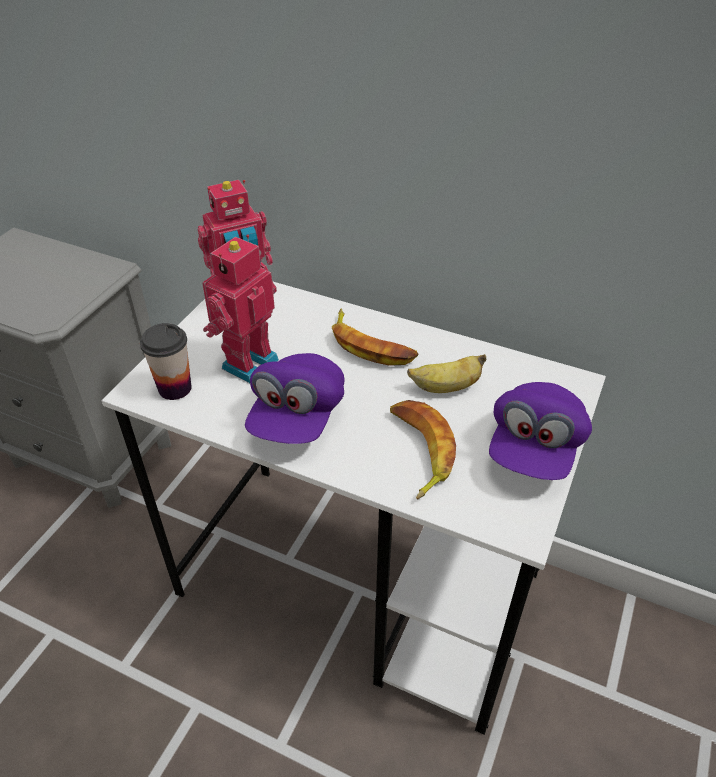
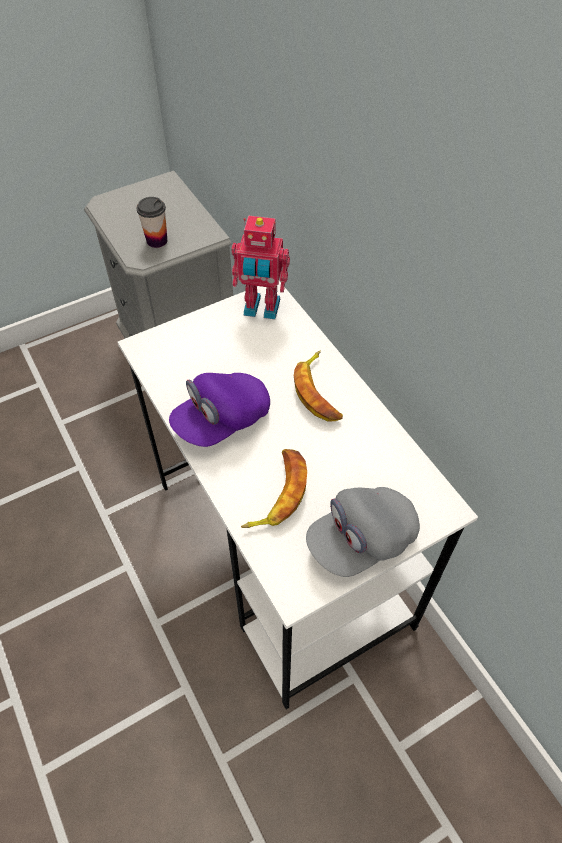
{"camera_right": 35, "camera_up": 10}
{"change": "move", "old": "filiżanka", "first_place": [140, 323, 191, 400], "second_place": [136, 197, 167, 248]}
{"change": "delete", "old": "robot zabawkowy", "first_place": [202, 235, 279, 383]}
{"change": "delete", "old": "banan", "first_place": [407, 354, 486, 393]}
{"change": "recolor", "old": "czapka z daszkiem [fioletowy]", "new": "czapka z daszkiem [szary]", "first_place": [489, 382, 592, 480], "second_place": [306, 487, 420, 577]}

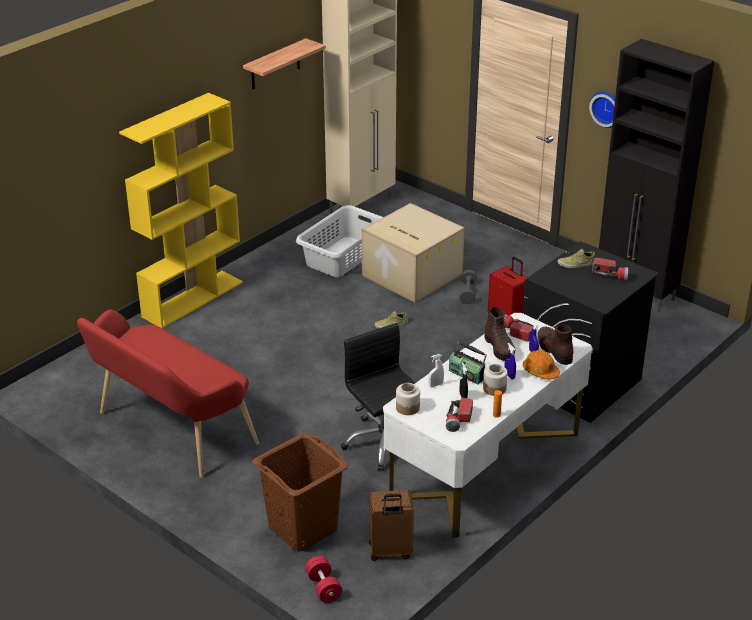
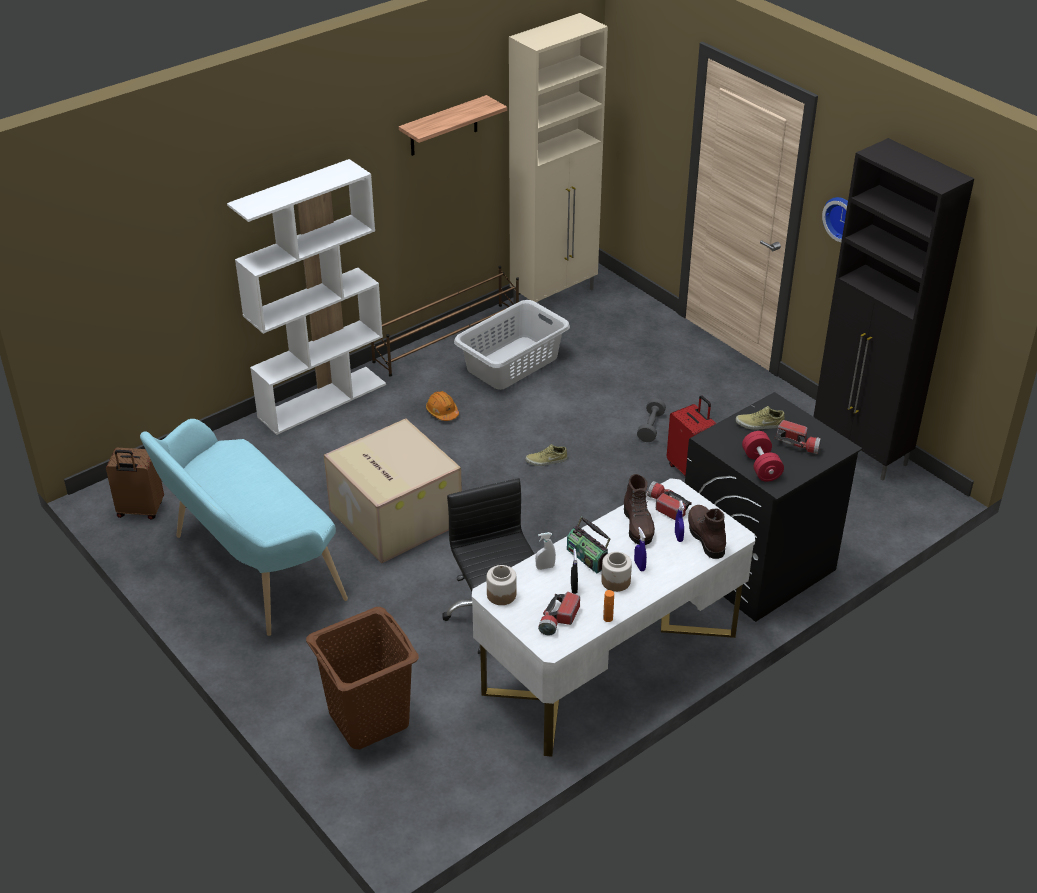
{"camera_right": 10, "camera_up": 5}
{"change": "recolor", "old": "ławka [czerwony]", "new": "ławka [turkusowy]", "first_place": [77, 309, 259, 478], "second_place": [140, 419, 348, 636]}
{"change": "recolor", "old": "regał [żółty]", "new": "regał [biały]", "first_place": [119, 93, 243, 329], "second_place": [227, 159, 386, 435]}
{"change": "move", "old": "hantel [czerwony]", "first_place": [305, 556, 342, 603], "second_place": [742, 431, 784, 482]}
{"change": "move", "old": "karton", "first_place": [362, 203, 465, 303], "second_place": [324, 418, 462, 564]}
{"change": "move", "old": "walizka [brązowy]", "first_place": [369, 490, 414, 561], "second_place": [106, 448, 164, 520]}
{"change": "move", "old": "kask [pomarańczowy]", "first_place": [523, 350, 560, 380], "second_place": [426, 391, 459, 421]}
{"change": "insert", "new": "regał na buty [brązowy]", "second_place": [371, 266, 519, 377]}

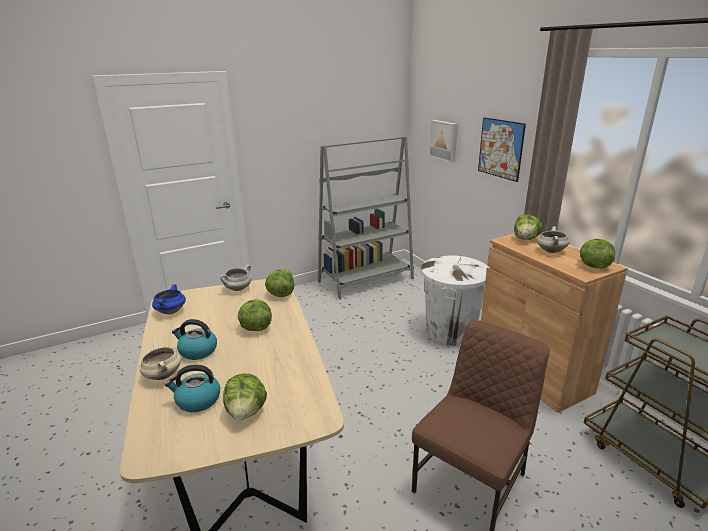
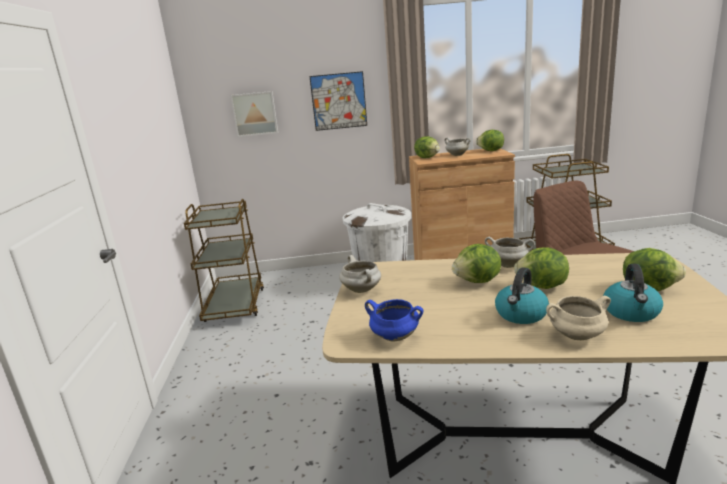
{"camera_right": -65, "camera_up": -5}
{"change": "move", "old": "sałata", "first_place": [265, 269, 294, 297], "second_place": [514, 247, 569, 289]}
{"change": "replace", "old": "regał [szary]", "new": "wózek [brązowy]", "first_place": [318, 136, 414, 299], "second_place": [184, 199, 264, 322]}
{"change": "insert", "new": "garnek [biały]", "second_place": [485, 237, 535, 268]}

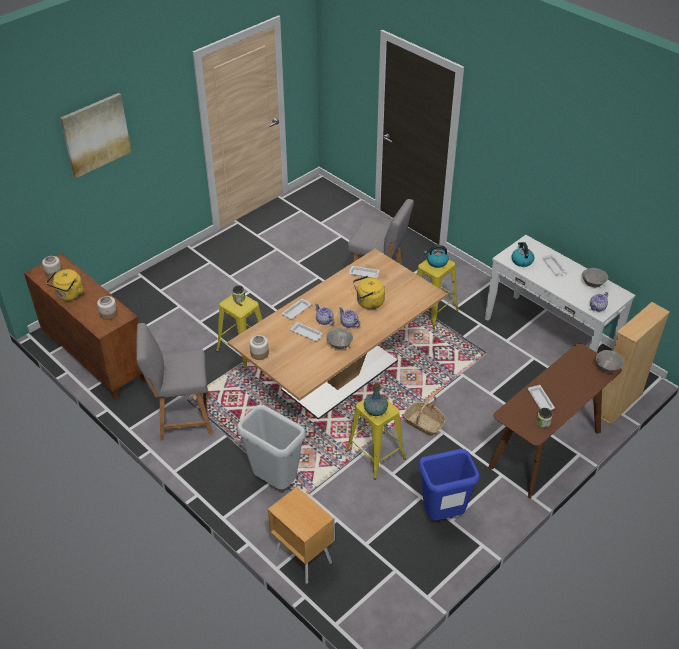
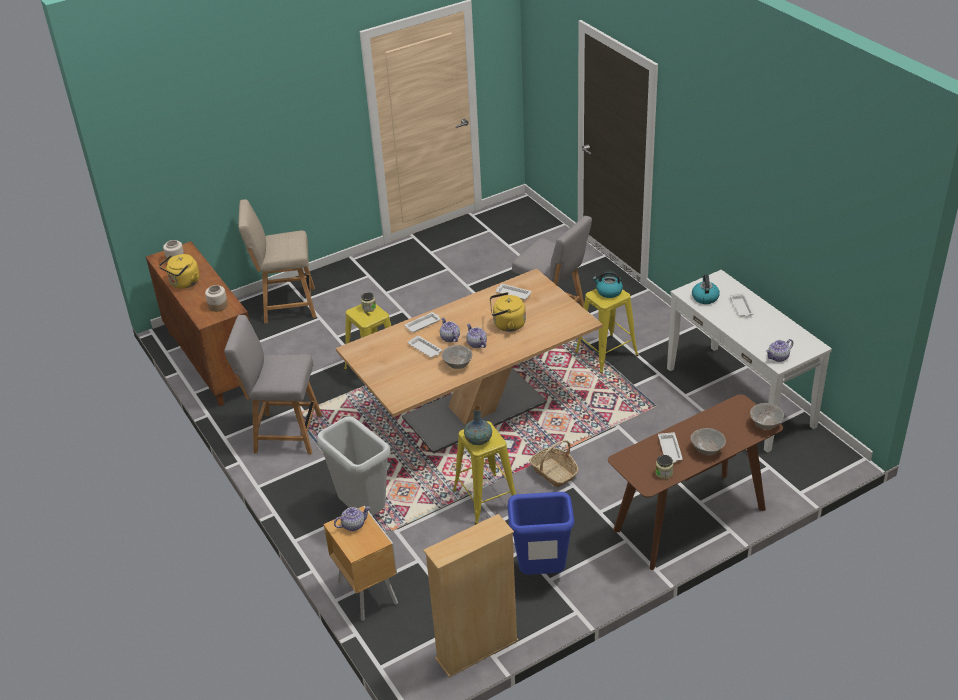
{"camera_right": 15, "camera_up": -5}
{"change": "delete", "old": "obraz", "first_place": [60, 93, 131, 178]}
{"change": "delete", "old": "słoik", "first_place": [249, 335, 269, 360]}
{"change": "move", "old": "miska [szary]", "first_place": [582, 268, 608, 288], "second_place": [691, 428, 726, 455]}
{"change": "move", "old": "regał [beżowy]", "first_place": [601, 302, 670, 425], "second_place": [423, 514, 518, 678]}
{"change": "insert", "new": "krzesło [beżowy]", "second_place": [238, 199, 316, 324]}
{"change": "insert", "new": "imbryk", "second_place": [334, 506, 370, 531]}

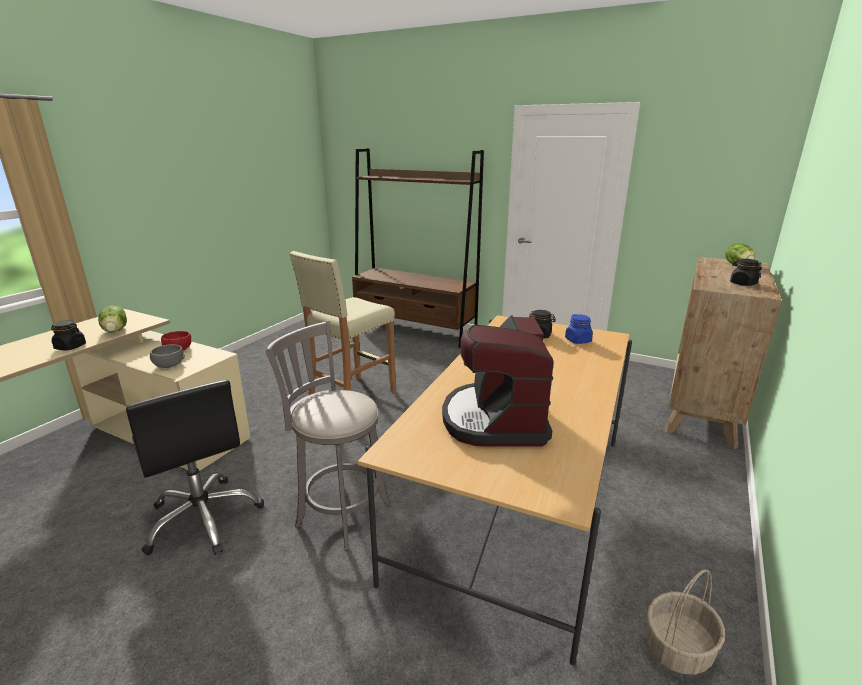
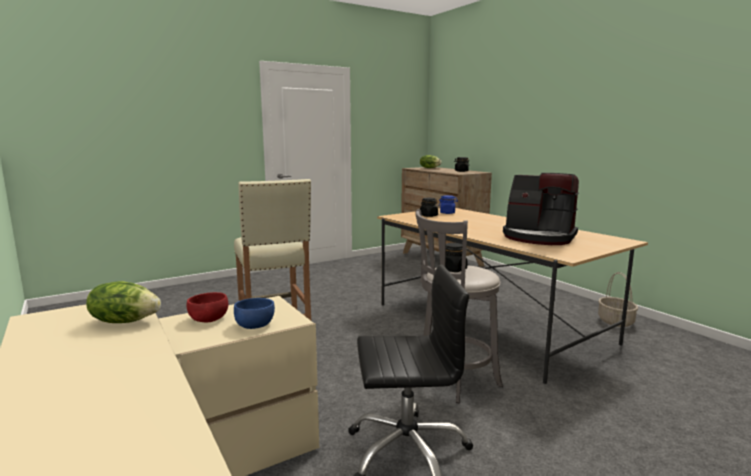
{"camera_right": -60, "camera_up": -10}
{"change": "move", "old": "słoik [czarny]", "first_place": [51, 320, 86, 350], "second_place": [445, 243, 468, 272]}
{"change": "recolor", "old": "miska [szary]", "new": "miska [niebieski]", "first_place": [150, 345, 185, 368], "second_place": [234, 298, 275, 329]}
{"change": "delete", "old": "regał [brązowy]", "first_place": [352, 148, 484, 348]}

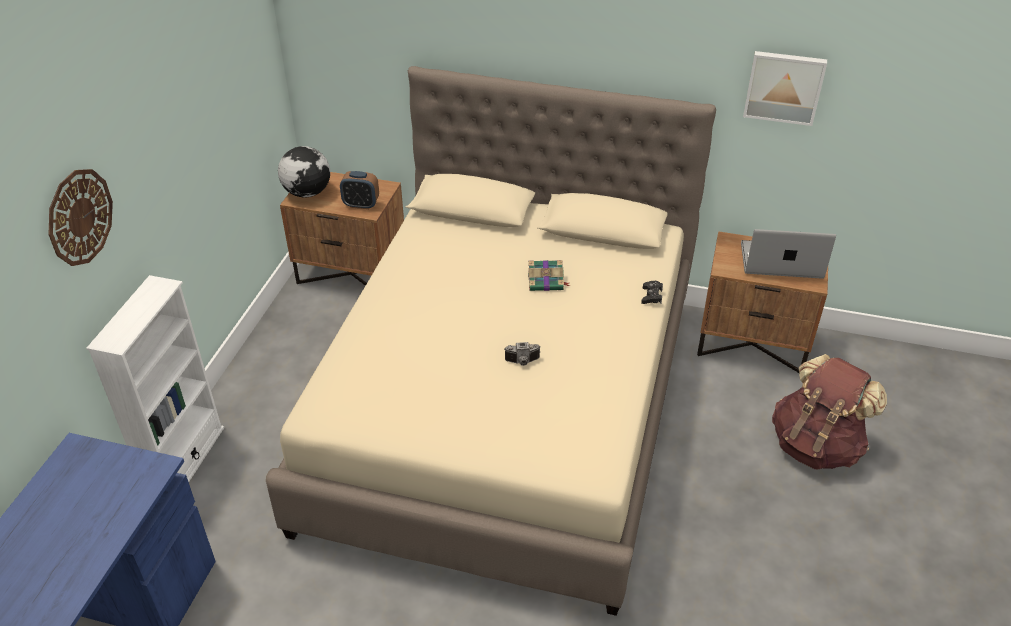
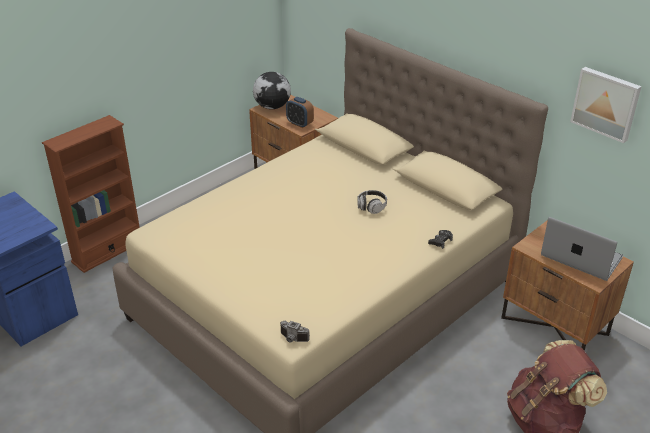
{"camera_right": 30, "camera_up": -5}
{"change": "delete", "old": "zegar ścienny", "first_place": [49, 169, 113, 266]}
{"change": "recolor", "old": "regał [biały]", "new": "regał [brązowy]", "first_place": [86, 275, 224, 482], "second_place": [42, 115, 140, 273]}
{"change": "move", "old": "aparat fotograficzny", "first_place": [504, 342, 540, 366], "second_place": [280, 321, 310, 343]}
{"change": "replace", "old": "książka", "new": "słuchawki", "first_place": [528, 260, 570, 291], "second_place": [357, 190, 387, 214]}

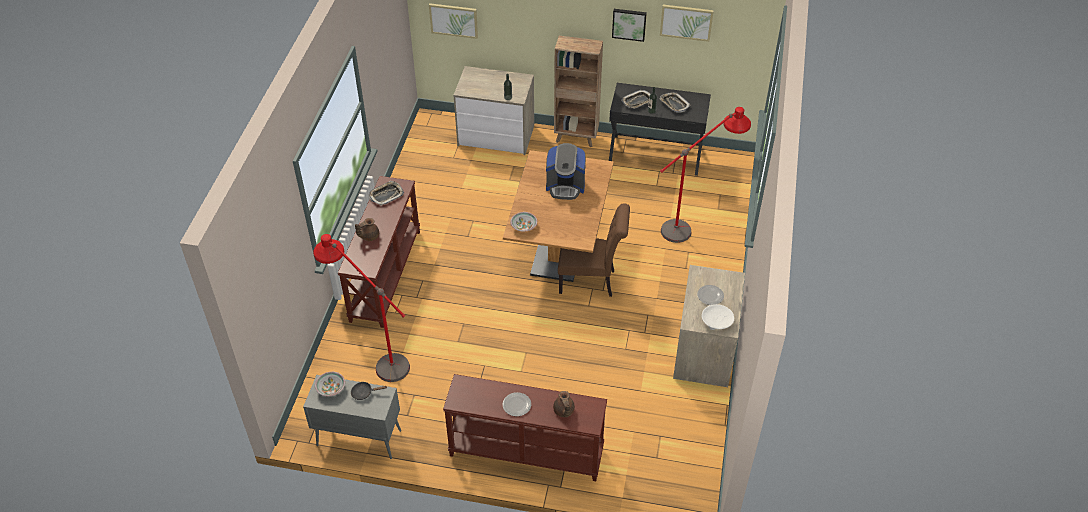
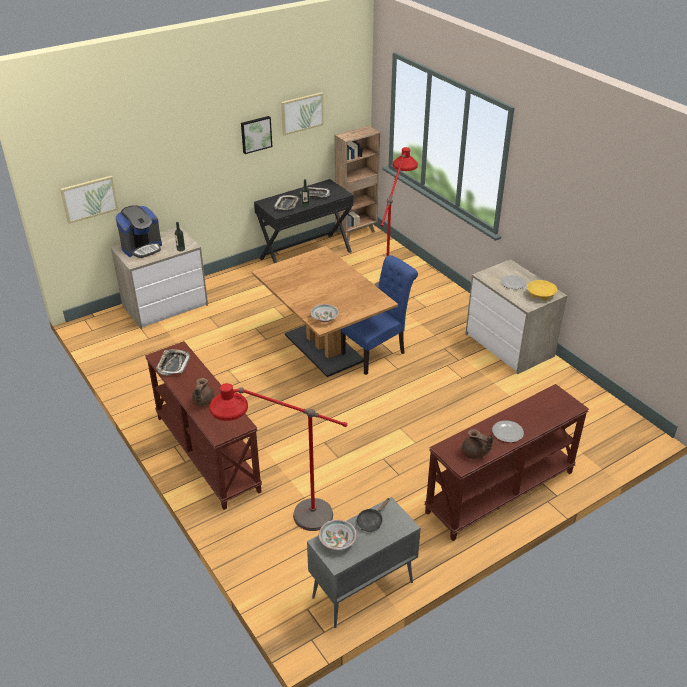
{"camera_right": -45, "camera_up": -10}
{"change": "move", "old": "ekspres do kawy", "first_place": [546, 143, 586, 200], "second_place": [116, 205, 162, 258]}
{"change": "move", "old": "imbryk [brązowy]", "first_place": [553, 391, 575, 417], "second_place": [461, 429, 493, 459]}
{"change": "move", "old": "regał [brązowy]", "first_place": [554, 36, 603, 147], "second_place": [335, 125, 380, 242]}
{"change": "recolor", "old": "krzesło [brązowy]", "new": "krzesło [niebieski]", "first_place": [558, 204, 630, 297], "second_place": [340, 255, 418, 375]}
{"change": "recolor", "old": "miska [biały]", "new": "miska [żółty]", "first_place": [702, 304, 734, 330], "second_place": [527, 280, 557, 301]}

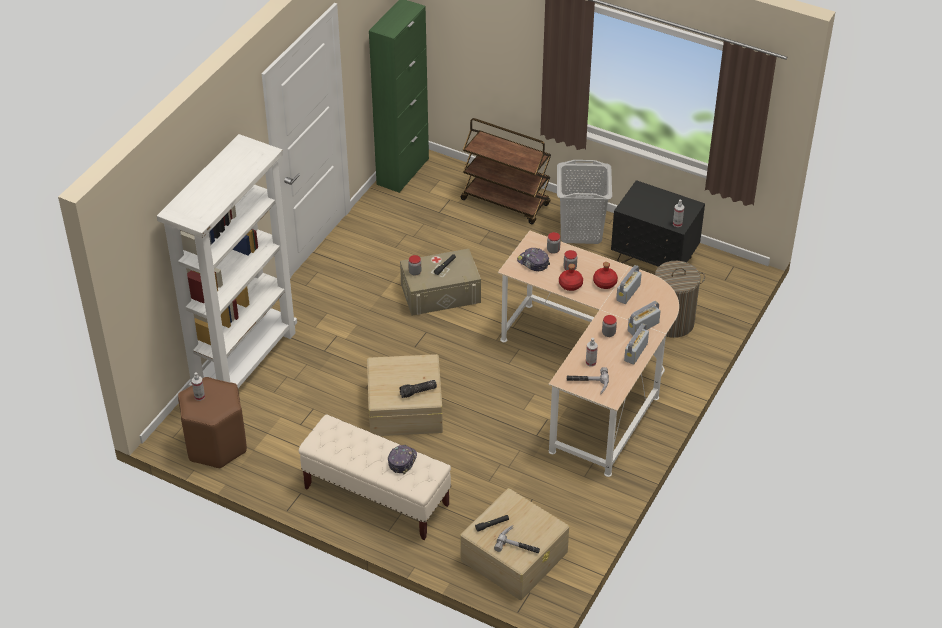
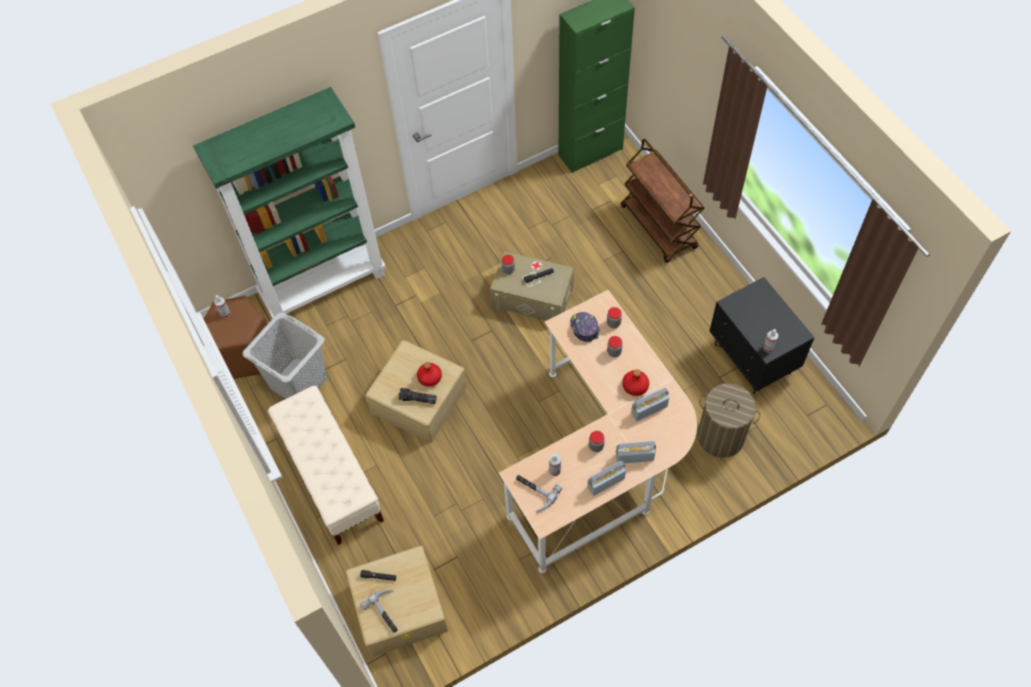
{"camera_right": 35, "camera_up": 15}
{"change": "recolor", "old": "regał [biały]", "new": "regał [zielony]", "first_place": [157, 134, 297, 388], "second_place": [193, 87, 386, 319]}
{"change": "delete", "old": "czapka z daszkiem", "first_place": [388, 445, 417, 474]}
{"change": "move", "old": "kosz na pranie [szary]", "first_place": [557, 160, 612, 244], "second_place": [243, 312, 327, 399]}
{"change": "move", "old": "butelka [czerwony]", "first_place": [559, 264, 583, 291], "second_place": [417, 362, 442, 386]}

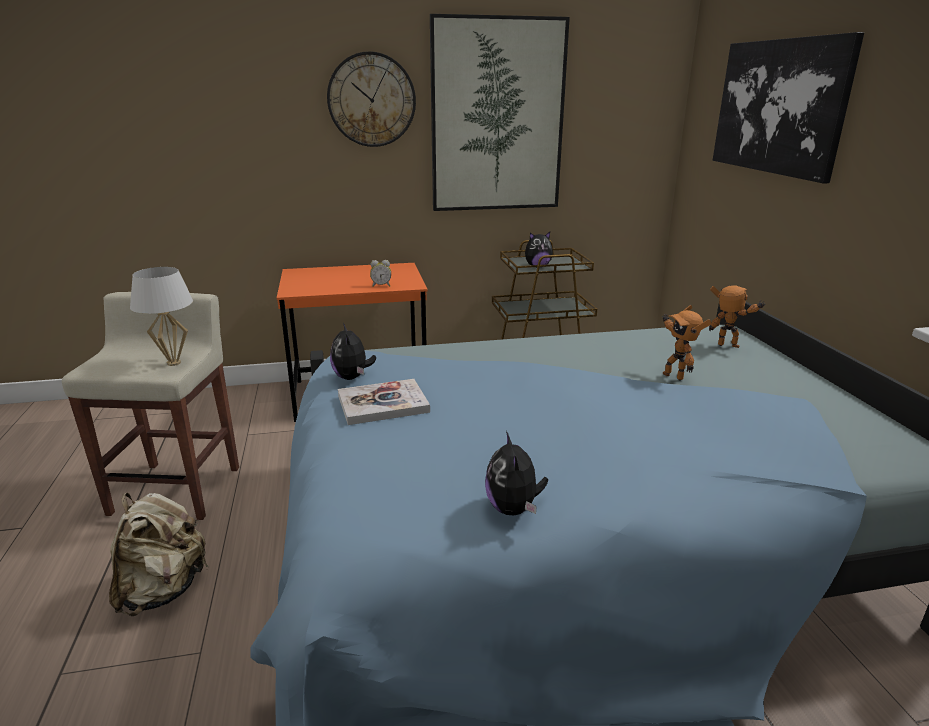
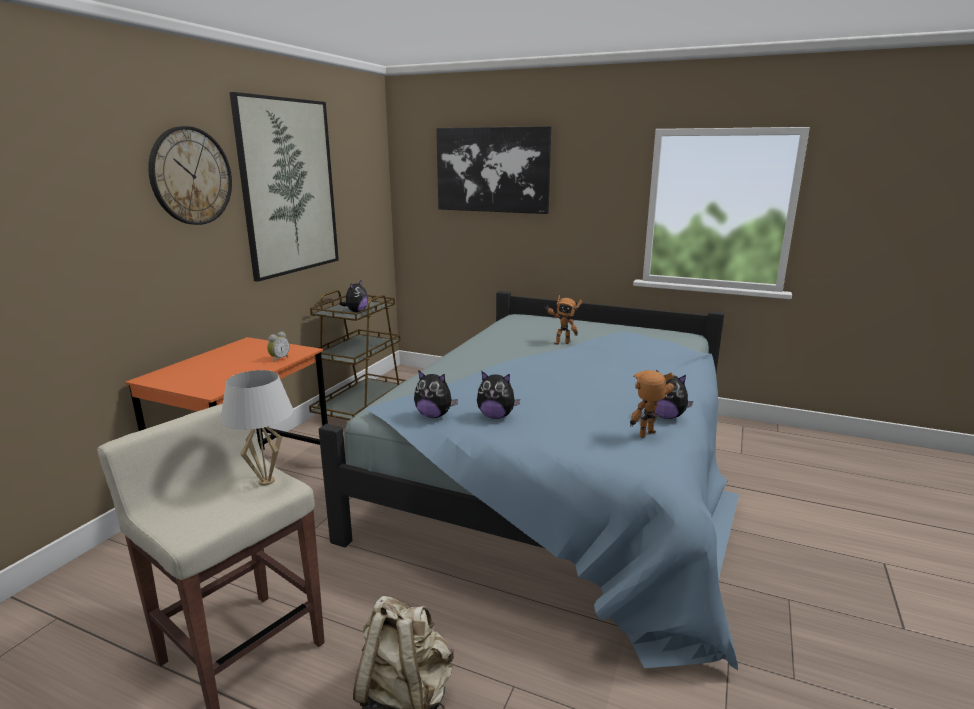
{"camera_right": -55, "camera_up": -5}
{"change": "replace", "old": "książka", "new": "pluszak", "first_place": [338, 379, 430, 425], "second_place": [477, 371, 520, 419]}
{"change": "move", "old": "robot zabawkowy", "first_place": [709, 285, 766, 348], "second_place": [630, 370, 677, 438]}

